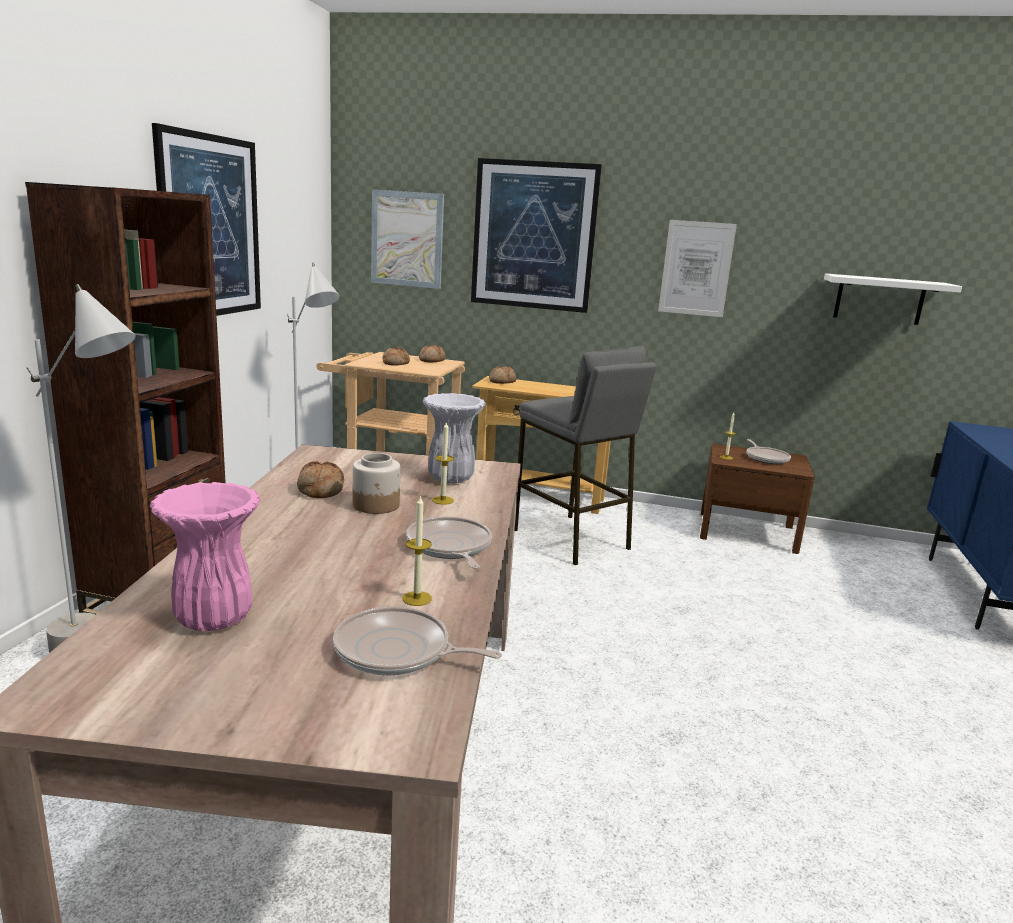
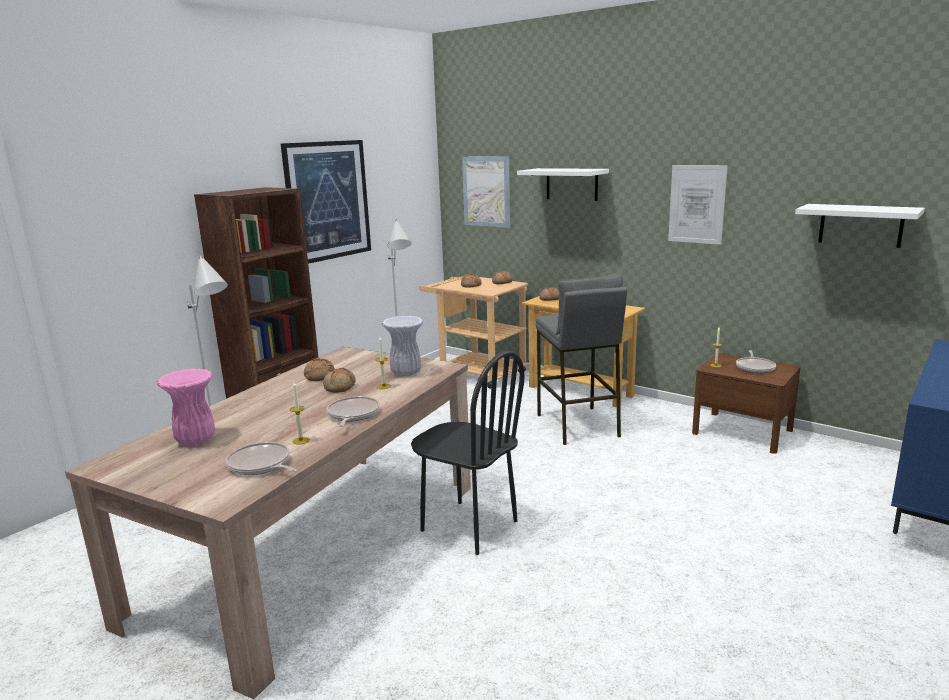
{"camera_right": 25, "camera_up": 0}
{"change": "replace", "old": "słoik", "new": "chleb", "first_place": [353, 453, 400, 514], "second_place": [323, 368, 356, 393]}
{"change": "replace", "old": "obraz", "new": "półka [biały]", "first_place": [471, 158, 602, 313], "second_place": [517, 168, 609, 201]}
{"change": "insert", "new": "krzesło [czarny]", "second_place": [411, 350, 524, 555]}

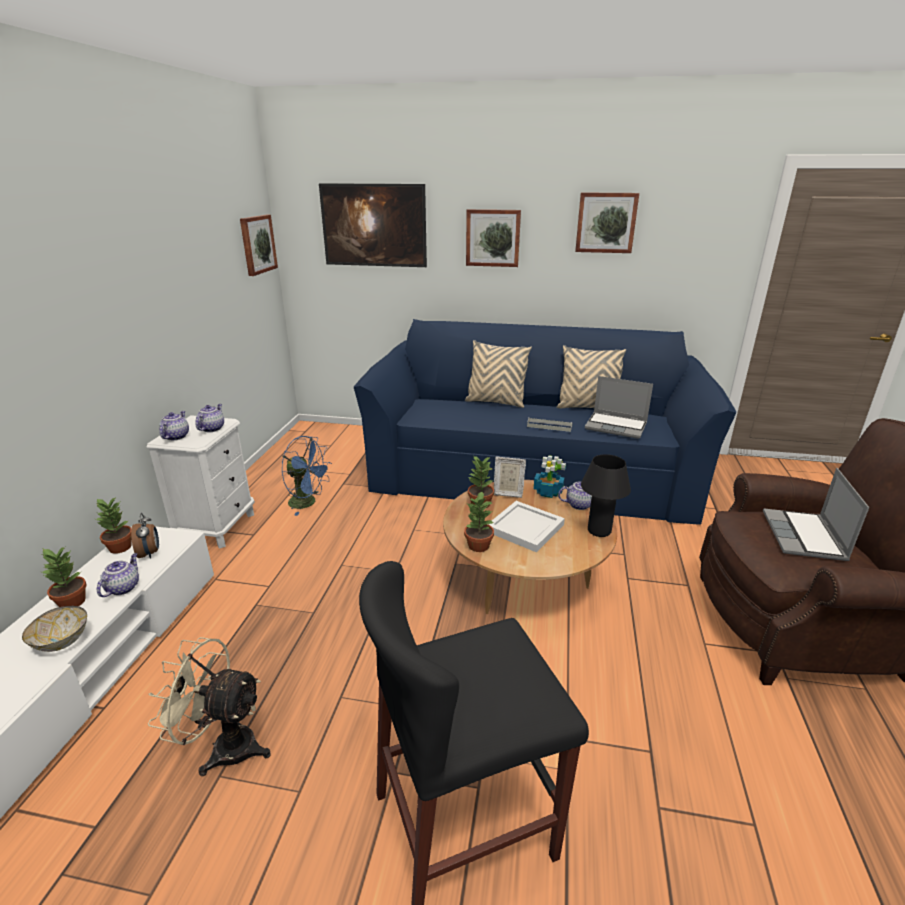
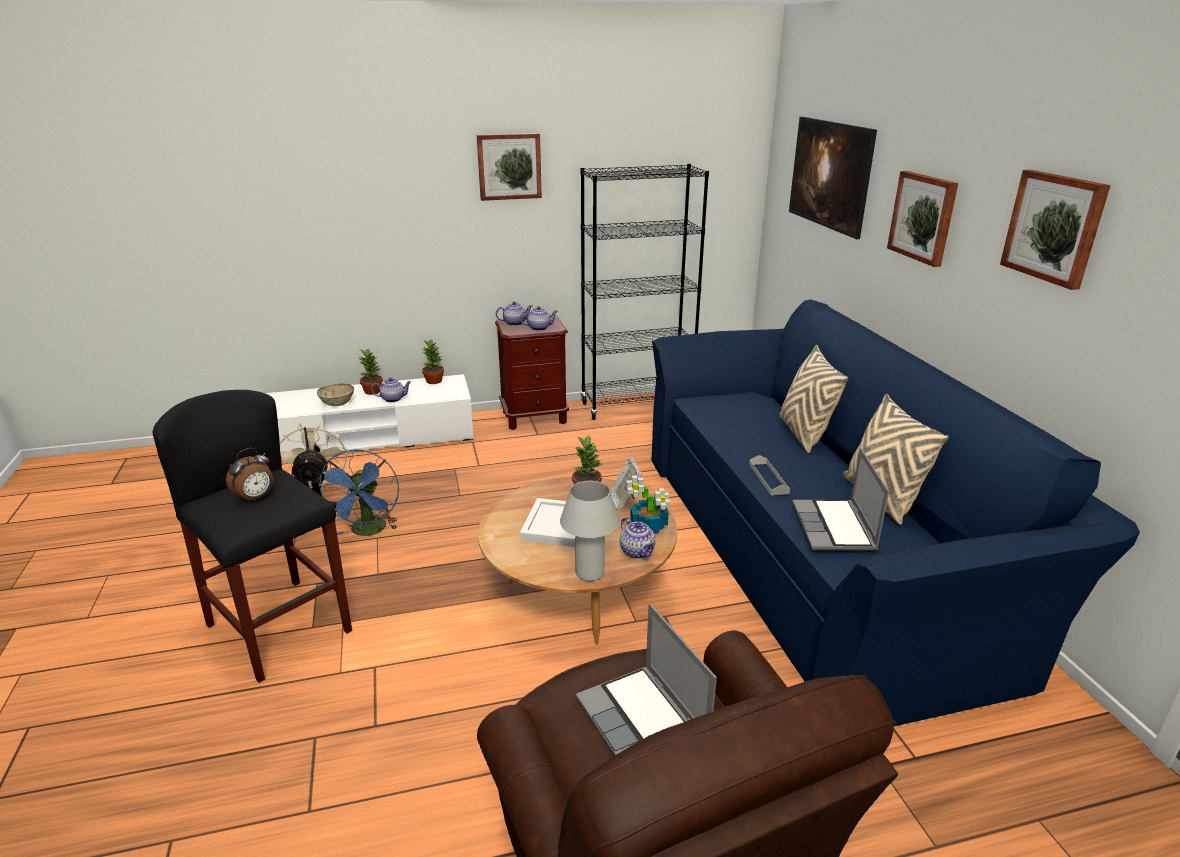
{"camera_right": 65, "camera_up": 0}
{"change": "move", "old": "budzik", "first_place": [131, 513, 159, 559], "second_place": [226, 448, 273, 503]}
{"change": "recolor", "old": "szafka nocna [biały]", "new": "szafka nocna [brązowy]", "first_place": [147, 415, 255, 549], "second_place": [495, 315, 569, 430]}
{"change": "move", "old": "obraz", "first_place": [240, 215, 278, 276], "second_place": [477, 133, 542, 201]}
{"change": "move", "old": "wentylator [niebieski]", "first_place": [281, 436, 332, 516], "second_place": [317, 450, 399, 536]}
{"change": "delete", "old": "roślina doniczkowa", "first_place": [464, 492, 494, 552]}
{"change": "recolor", "old": "lampa stołowa [czarny]", "new": "lampa stołowa [biały]", "first_place": [581, 454, 631, 537], "second_place": [560, 481, 620, 582]}
{"change": "rotate", "old": "laptop", "first_place": [763, 468, 869, 561], "second_place": [576, 603, 717, 756], "degrees": -105}
{"change": "insert", "new": "regał [czarny]", "second_place": [581, 164, 709, 420]}

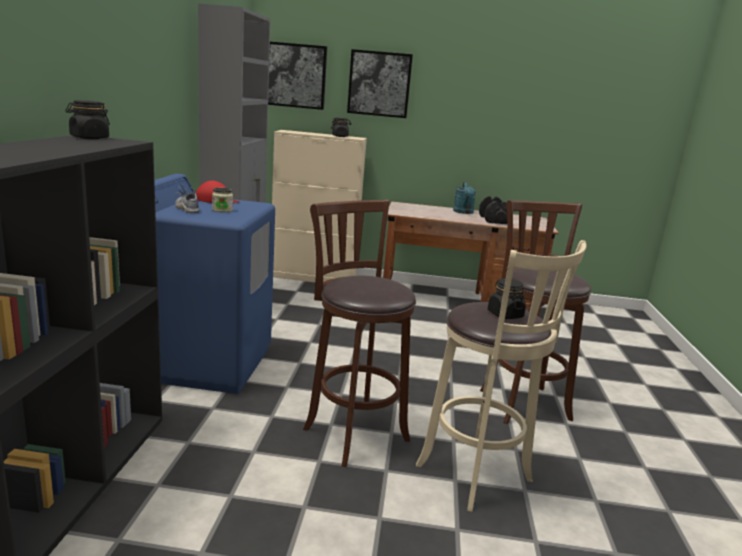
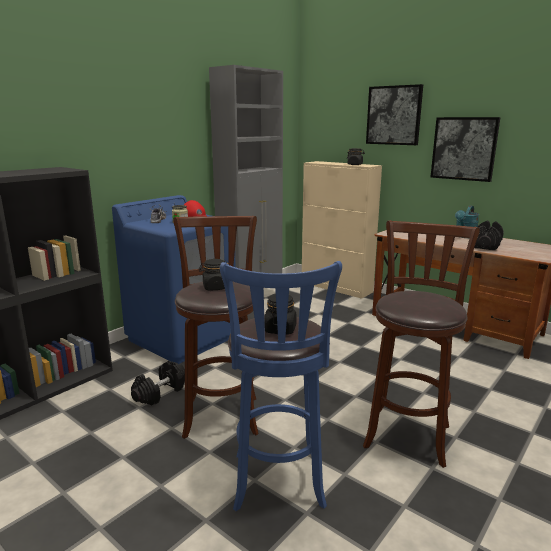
{"camera_right": 35, "camera_up": 0}
{"change": "move", "old": "słoik [czarny]", "first_place": [65, 100, 110, 139], "second_place": [199, 259, 229, 290]}
{"change": "move", "old": "obraz", "first_place": [268, 42, 327, 110], "second_place": [431, 117, 500, 182]}
{"change": "recolor", "old": "stołek [beżowy]", "new": "stołek [niebieski]", "first_place": [416, 240, 587, 512], "second_place": [220, 261, 342, 511]}
{"change": "insert", "new": "hantel [czarny]", "second_place": [131, 361, 185, 406]}

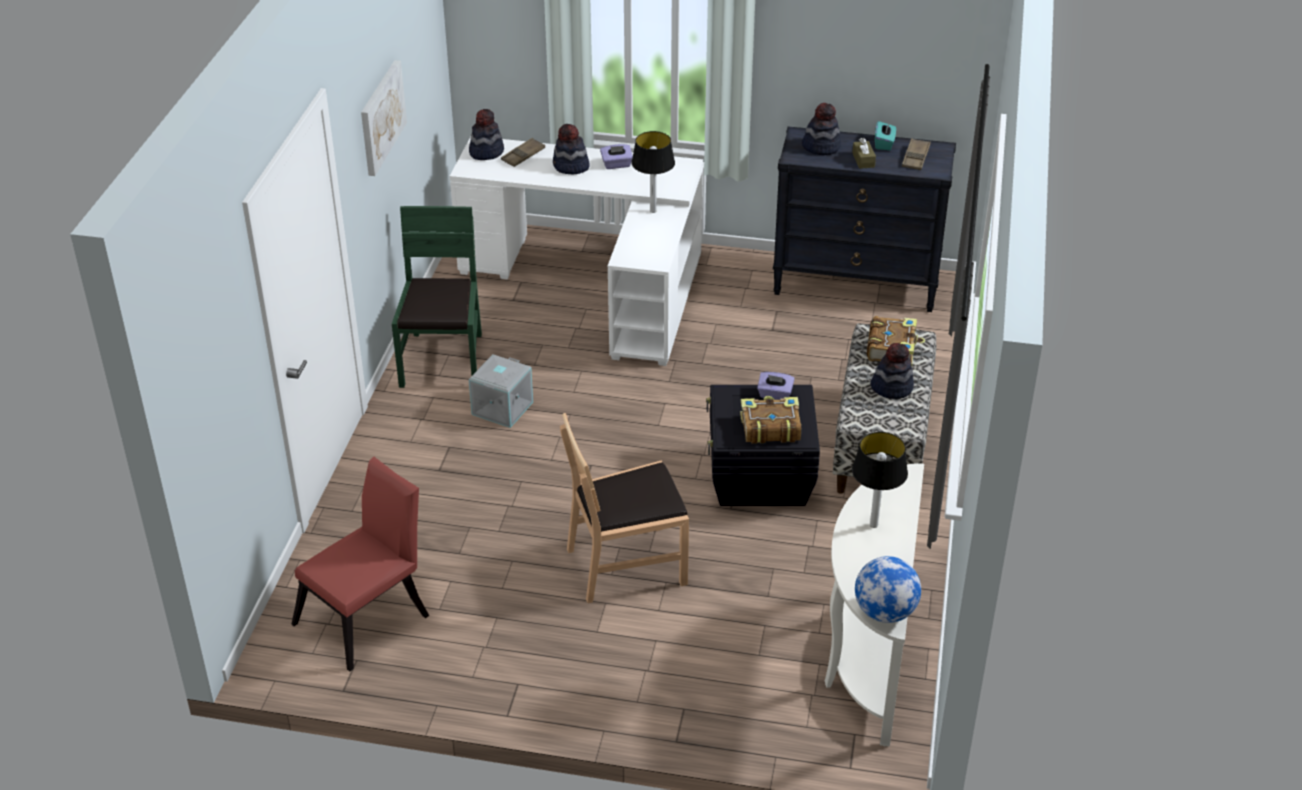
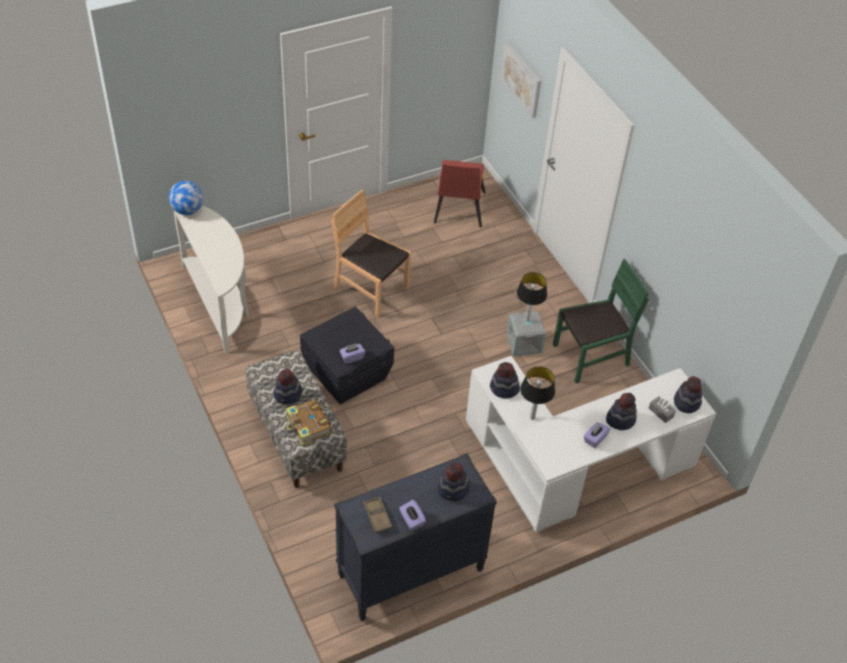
{"camera_right": 140, "camera_up": 10}
{"change": "move", "old": "obraz", "first_place": [361, 60, 407, 176], "second_place": [501, 43, 541, 118]}
{"change": "rotate", "old": "krzesło [zielony]", "first_place": [392, 206, 482, 388], "second_place": [553, 259, 649, 383], "degrees": -75}
{"change": "replace", "old": "taca [brązowy]", "new": "pudełko chusteczek [szary]", "first_place": [501, 138, 545, 167], "second_place": [649, 396, 676, 423]}
{"change": "rotate", "old": "krzesło [brązowy]", "first_place": [560, 413, 689, 603], "second_place": [331, 189, 411, 318], "degrees": -90}
{"change": "delete", "old": "książka", "first_place": [740, 396, 801, 444]}
{"change": "delete", "old": "pudełko chusteczek [brązowy]", "first_place": [852, 138, 876, 169]}
{"change": "move", "old": "lampa stołowa", "first_place": [852, 432, 908, 528], "second_place": [517, 272, 547, 322]}
{"change": "recolor", "old": "pudełko chusteczek [turkusowy]", "new": "pudełko chusteczek [fioletowy]", "first_place": [875, 120, 896, 150], "second_place": [399, 500, 426, 531]}
{"change": "insert", "new": "kapelusz", "second_place": [490, 362, 520, 398]}

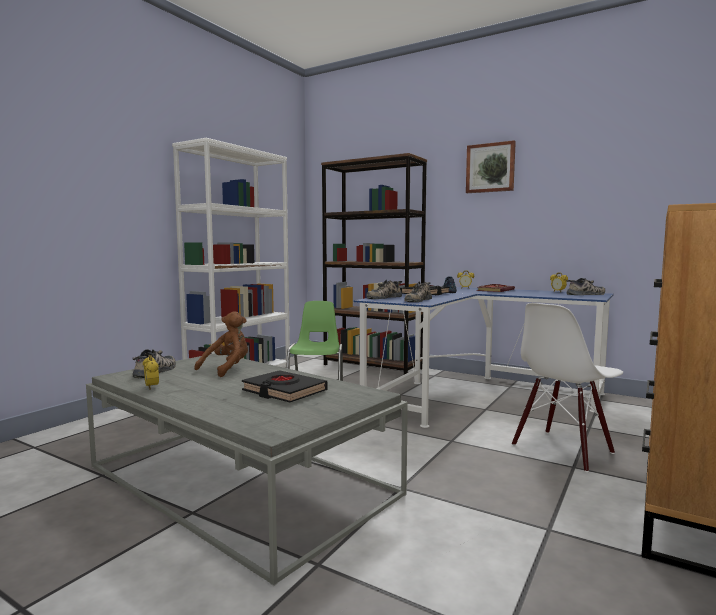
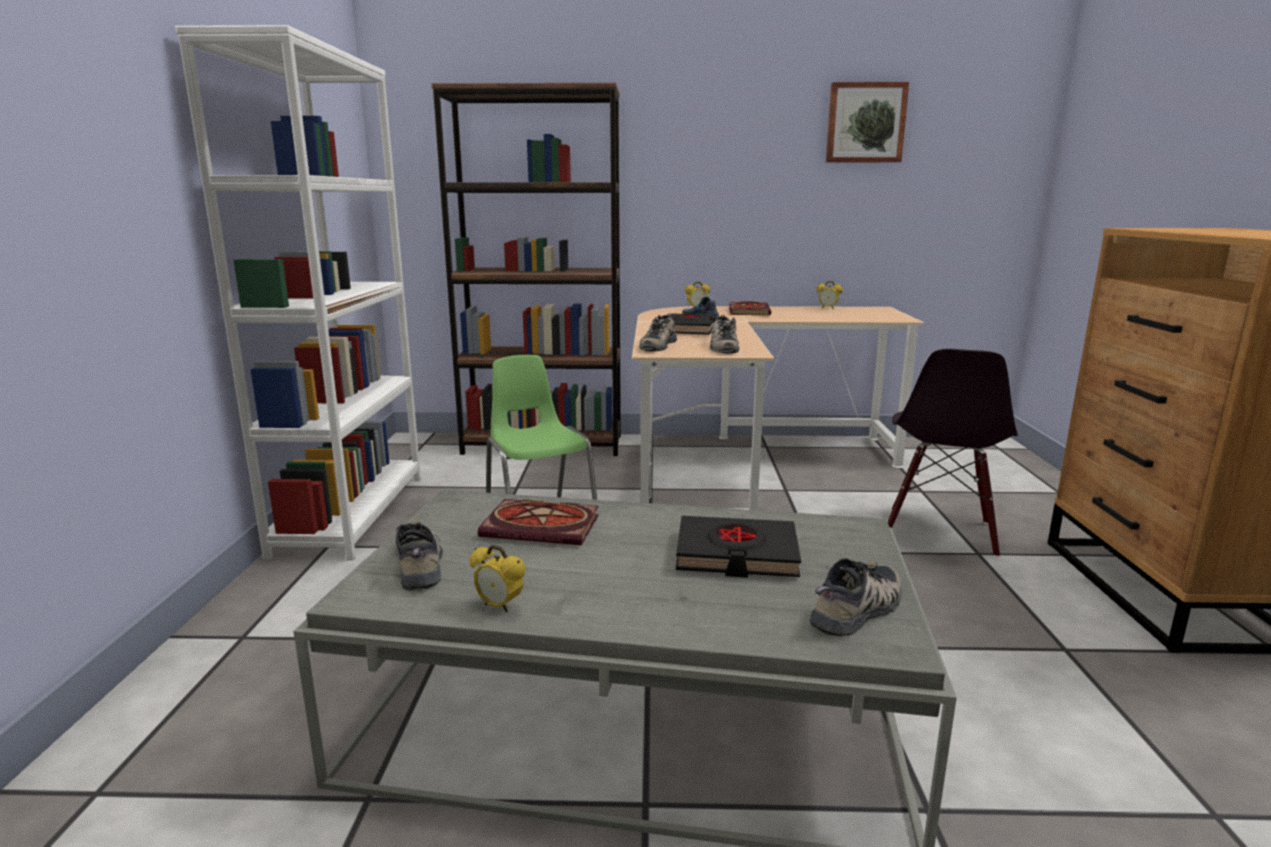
{"camera_right": -30, "camera_up": 10}
{"change": "replace", "old": "pluszak [brązowy]", "new": "książka", "first_place": [194, 311, 248, 377], "second_place": [478, 499, 599, 545]}
{"change": "recolor", "old": "biurko [niebieski]", "new": "biurko [beżowy]", "first_place": [353, 287, 614, 428], "second_place": [632, 306, 924, 510]}
{"change": "move", "old": "obraz", "first_place": [466, 140, 516, 193], "second_place": [826, 82, 909, 162]}
{"change": "recolor", "old": "krzesło [biały]", "new": "krzesło [czarny]", "first_place": [512, 303, 623, 472], "second_place": [888, 349, 1018, 557]}
{"change": "move", "old": "but", "first_place": [567, 278, 605, 295], "second_place": [810, 558, 902, 636]}

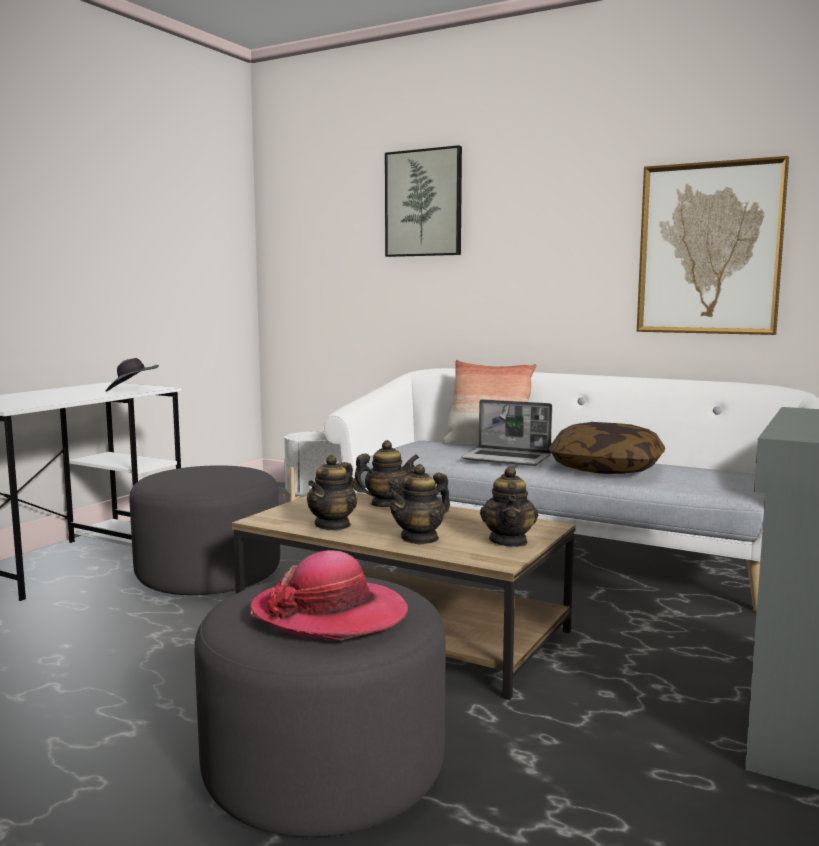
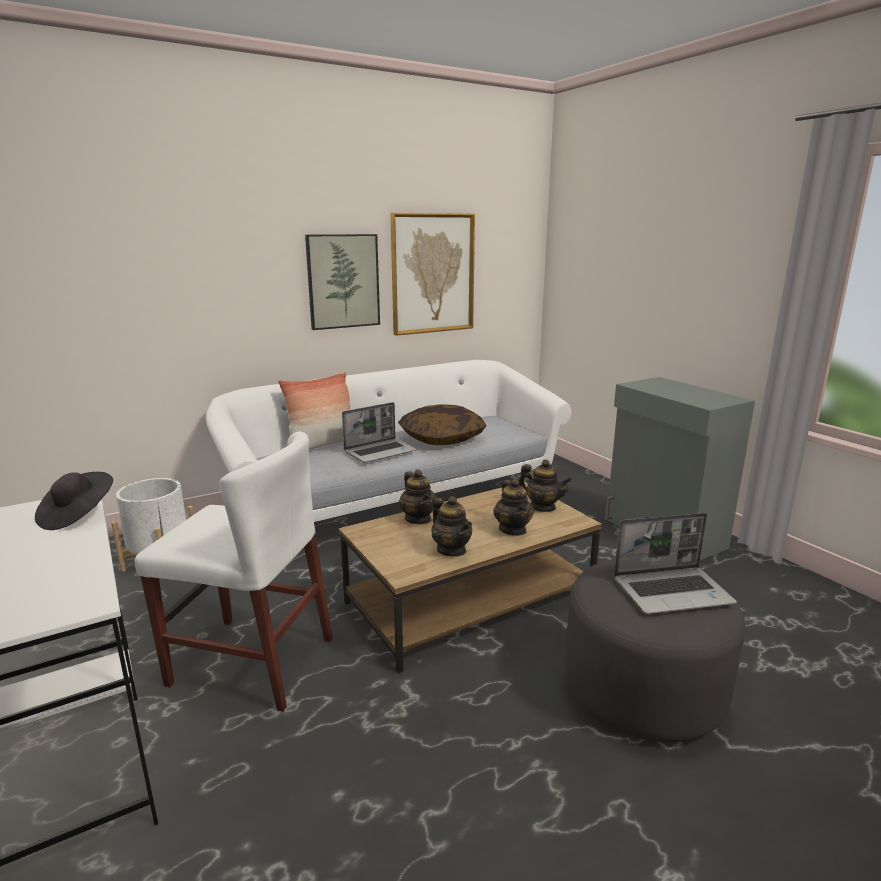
{"camera_right": -60, "camera_up": 10}
{"change": "replace", "old": "pufa [szary]", "new": "krzesło [biały]", "first_place": [130, 465, 280, 595], "second_place": [135, 431, 333, 712]}
{"change": "replace", "old": "kapelusz", "new": "laptop", "first_place": [250, 550, 408, 640], "second_place": [614, 513, 737, 614]}
{"change": "rotate", "old": "imbryk", "first_place": [353, 440, 419, 507], "second_place": [399, 470, 437, 524], "degrees": 150}
{"change": "move", "old": "obraz", "first_place": [385, 145, 462, 257], "second_place": [305, 234, 380, 330]}

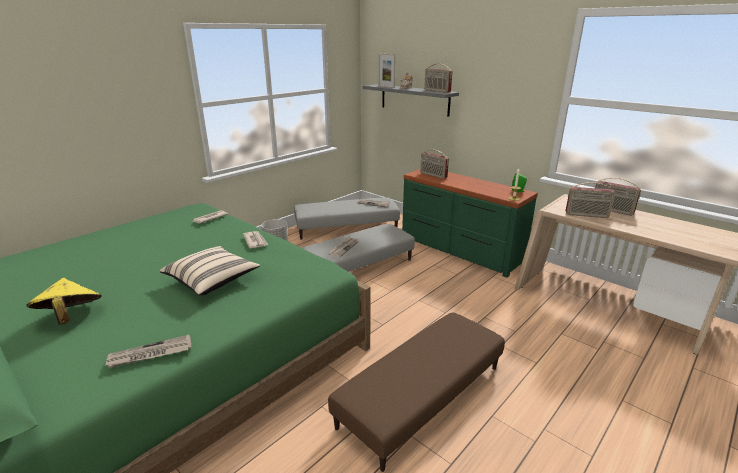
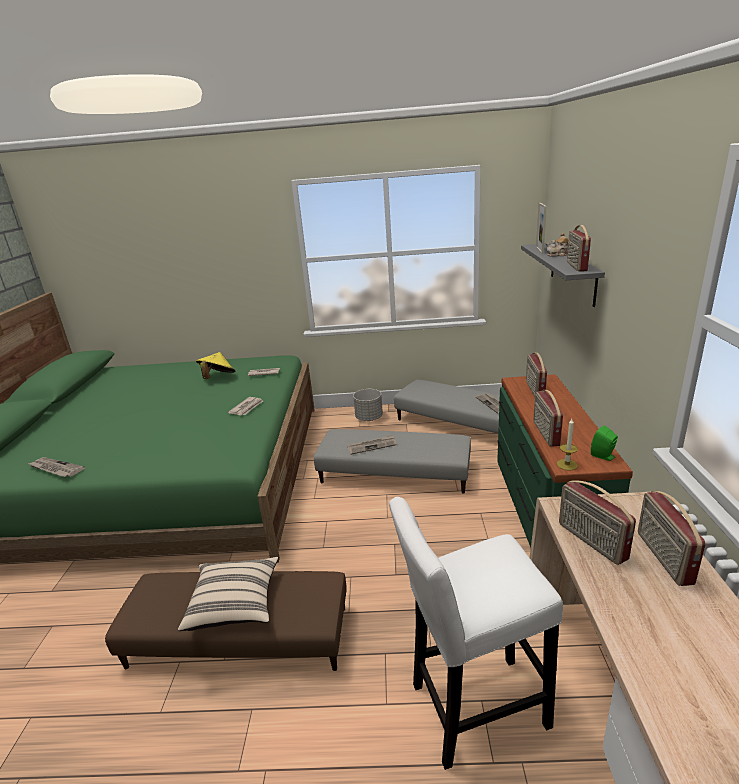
{"camera_right": 50, "camera_up": 0}
{"change": "move", "old": "kapelusz [żółty]", "first_place": [27, 278, 102, 324], "second_place": [196, 352, 235, 379]}
{"change": "move", "old": "poduszka [beżowy]", "first_place": [160, 246, 260, 295], "second_place": [178, 557, 278, 631]}
{"change": "insert", "new": "stołek [biały]", "second_place": [389, 497, 563, 770]}
{"change": "insert", "new": "radio", "second_place": [533, 390, 563, 447]}

